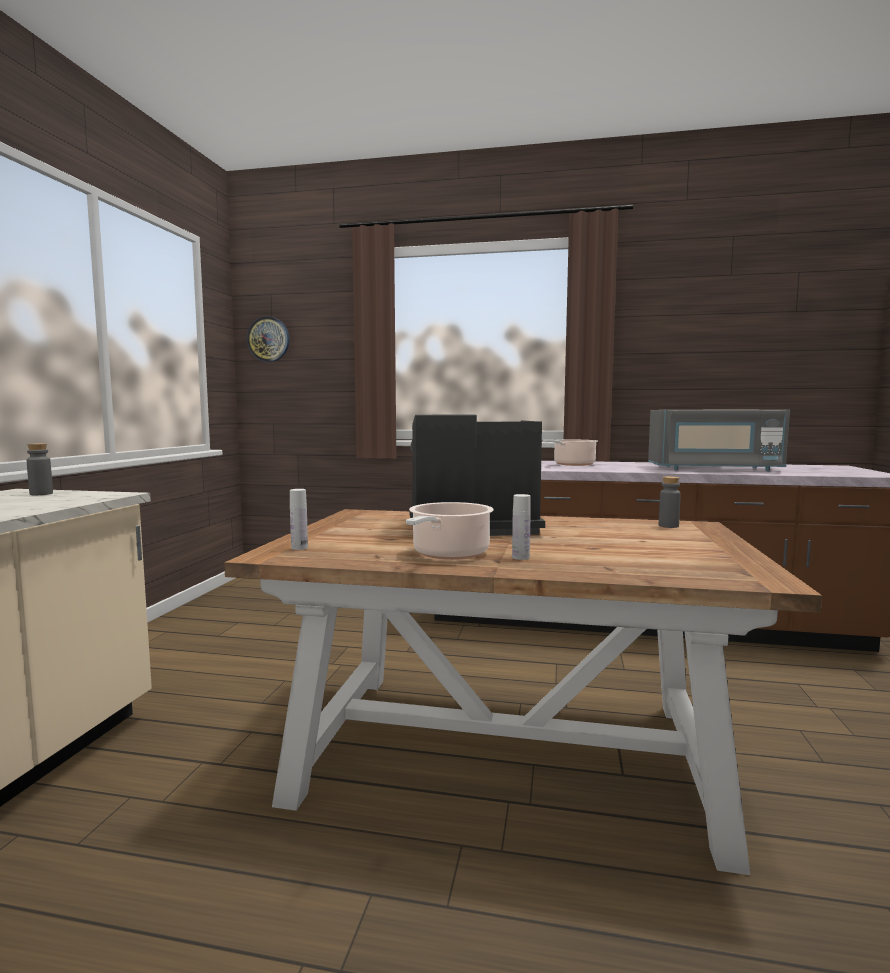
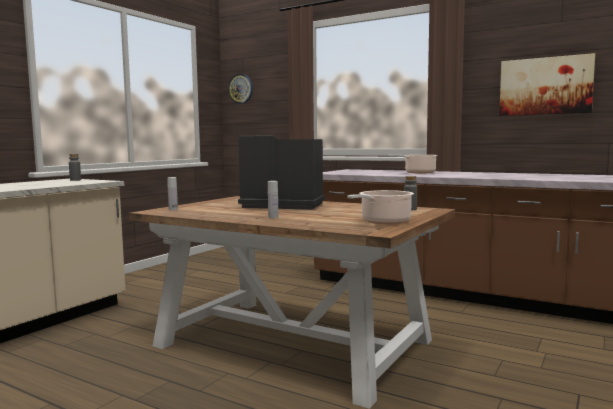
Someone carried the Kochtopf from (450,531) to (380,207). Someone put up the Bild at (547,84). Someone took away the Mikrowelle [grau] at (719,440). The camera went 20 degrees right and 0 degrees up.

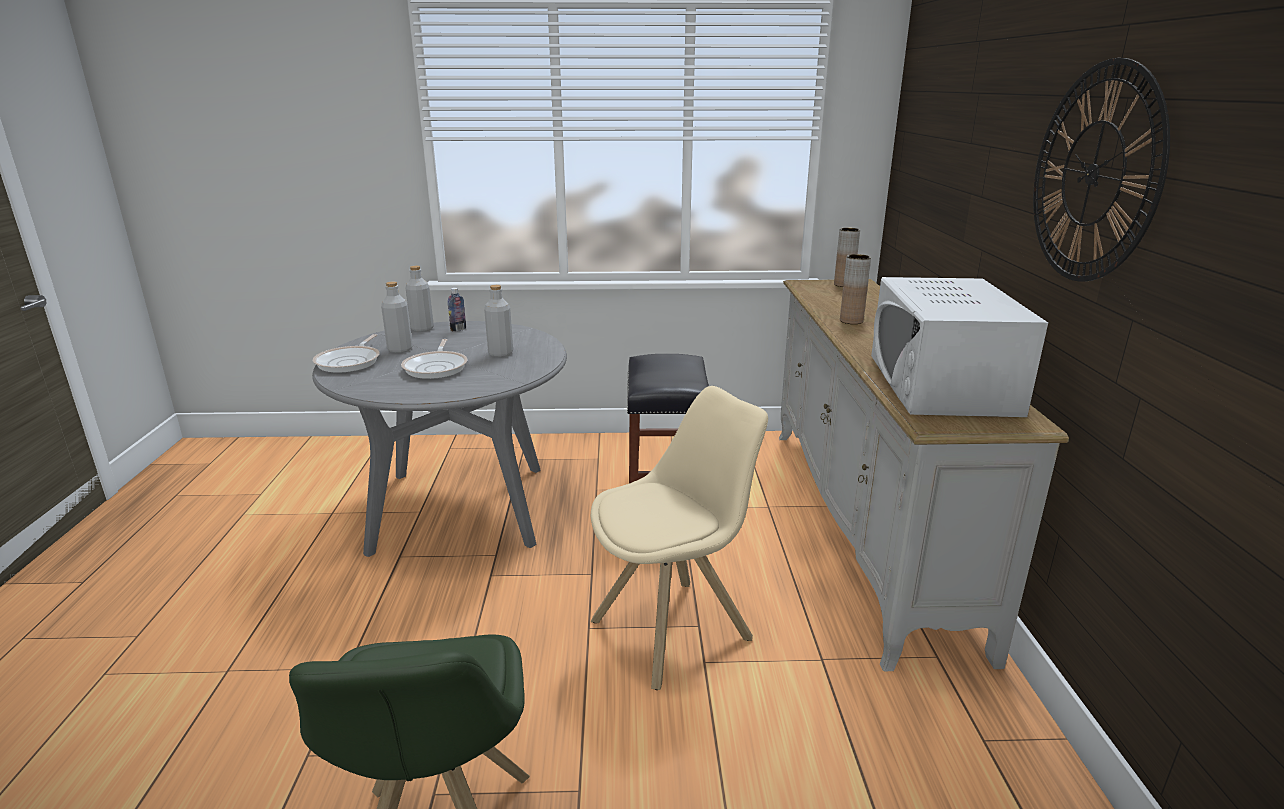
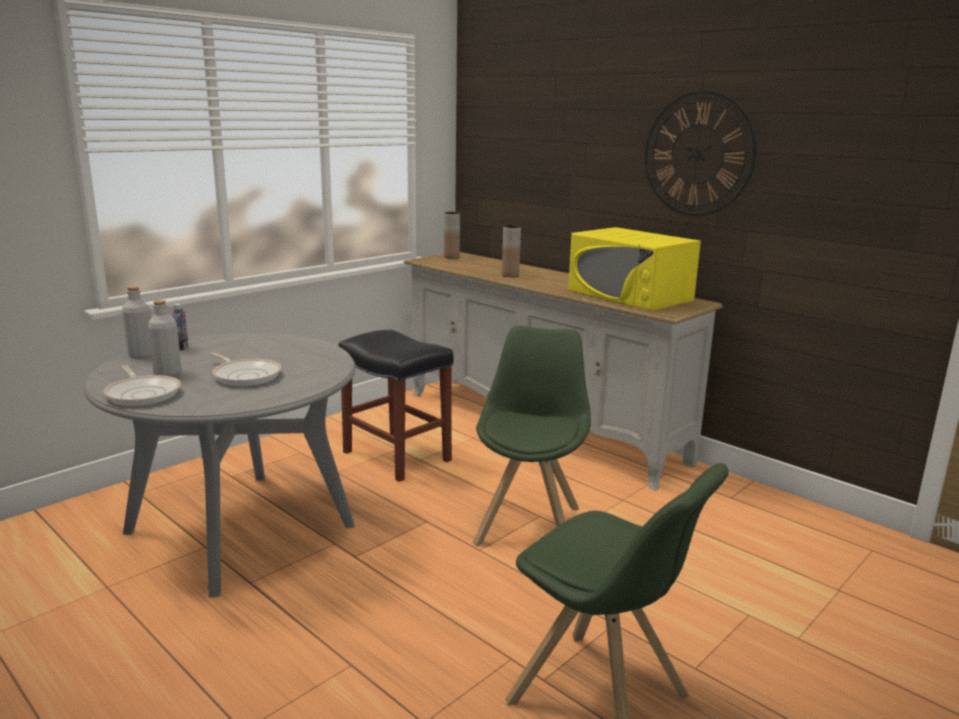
Someone repainted the Stuhl [beige] at (679,538), which became the Stuhl [grün] at (531,436). Someone repainted the Mikrowelle [weiß] at (959,347), which became the Mikrowelle [gelb] at (634,269). Someone took away the Flasche [grau] at (498,321). The camera went 45 degrees left and 5 degrees down.

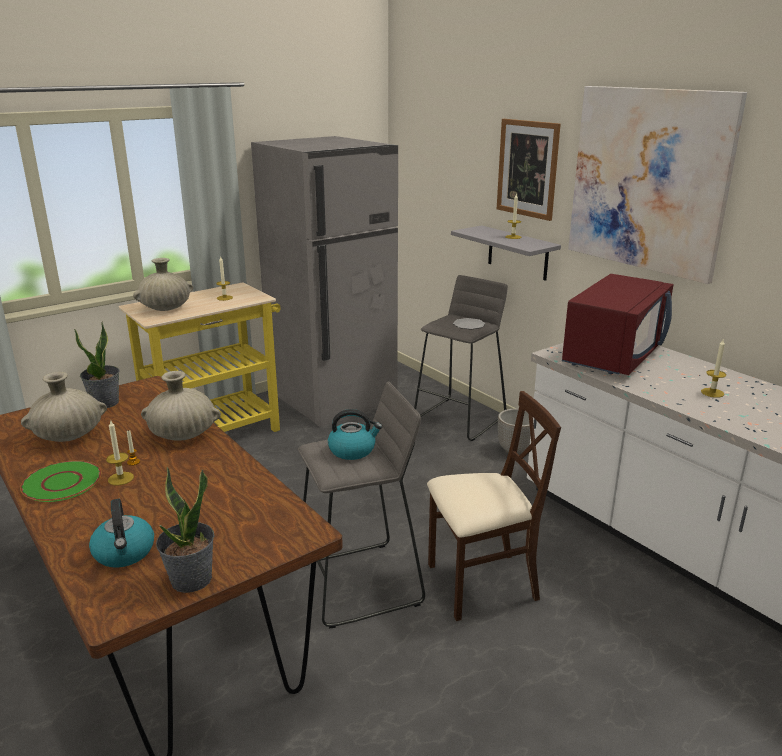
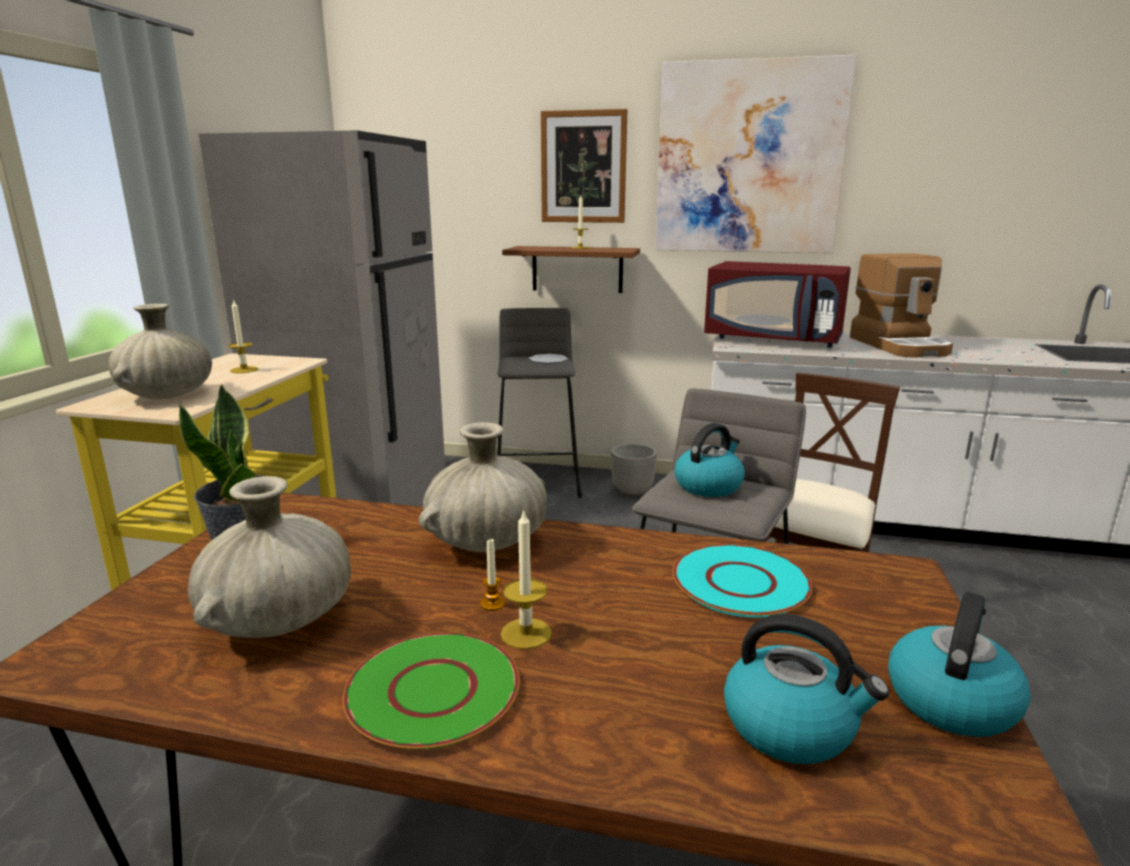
Someone repainted the Wandregal [grau] at (506,253), which became the Wandregal [braun] at (571,269). Someone put down the Teller [türkis] at (743,581). Someone rotated the Mikrowelle [rot] at (618,324) by 120 degrees clockwise. Someone swapped the Kerze at (713,368) for the Kaffeemaschine at (901,305). Someone swapped the Topfpflanze at (185,530) for the Wasserkessel at (959,664). The camera went 40 degrees left and 5 degrees down.

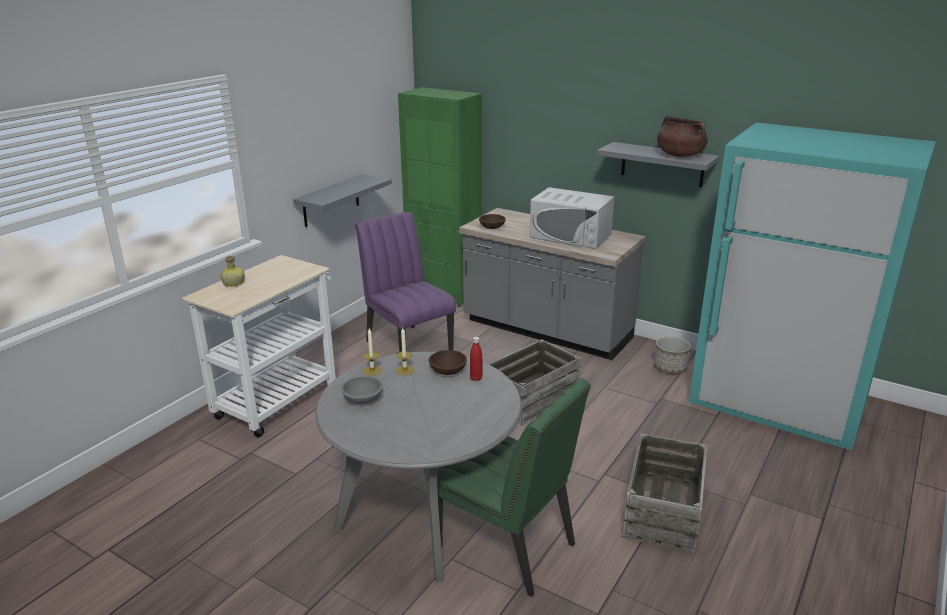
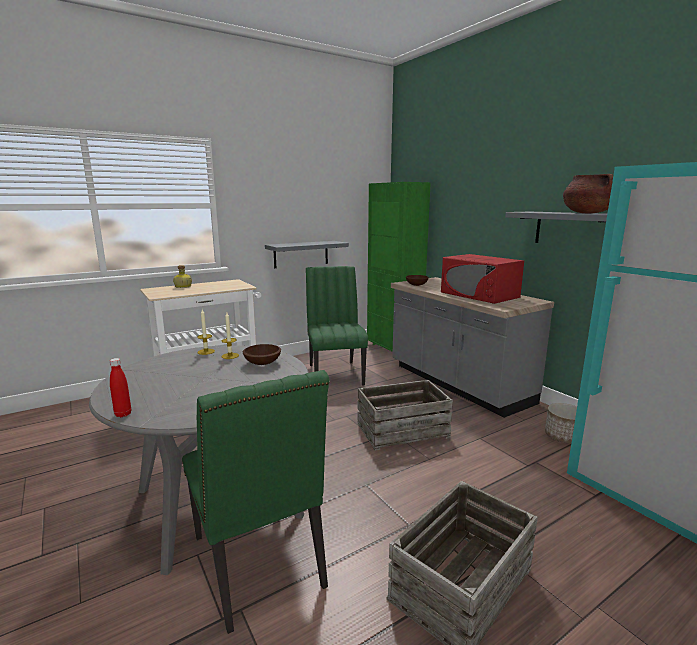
Someone carried the Flasche [rot] from (476,358) to (120,387). Someone repainted the Stuhl [lila] at (405,282), which became the Stuhl [grün] at (337,325). Someone repainted the Mikrowelle [weiß] at (572,218), which became the Mikrowelle [rot] at (482,279). Someone took away the Schüssel [grau] at (362,390). The camera went 25 degrees right and 10 degrees down.

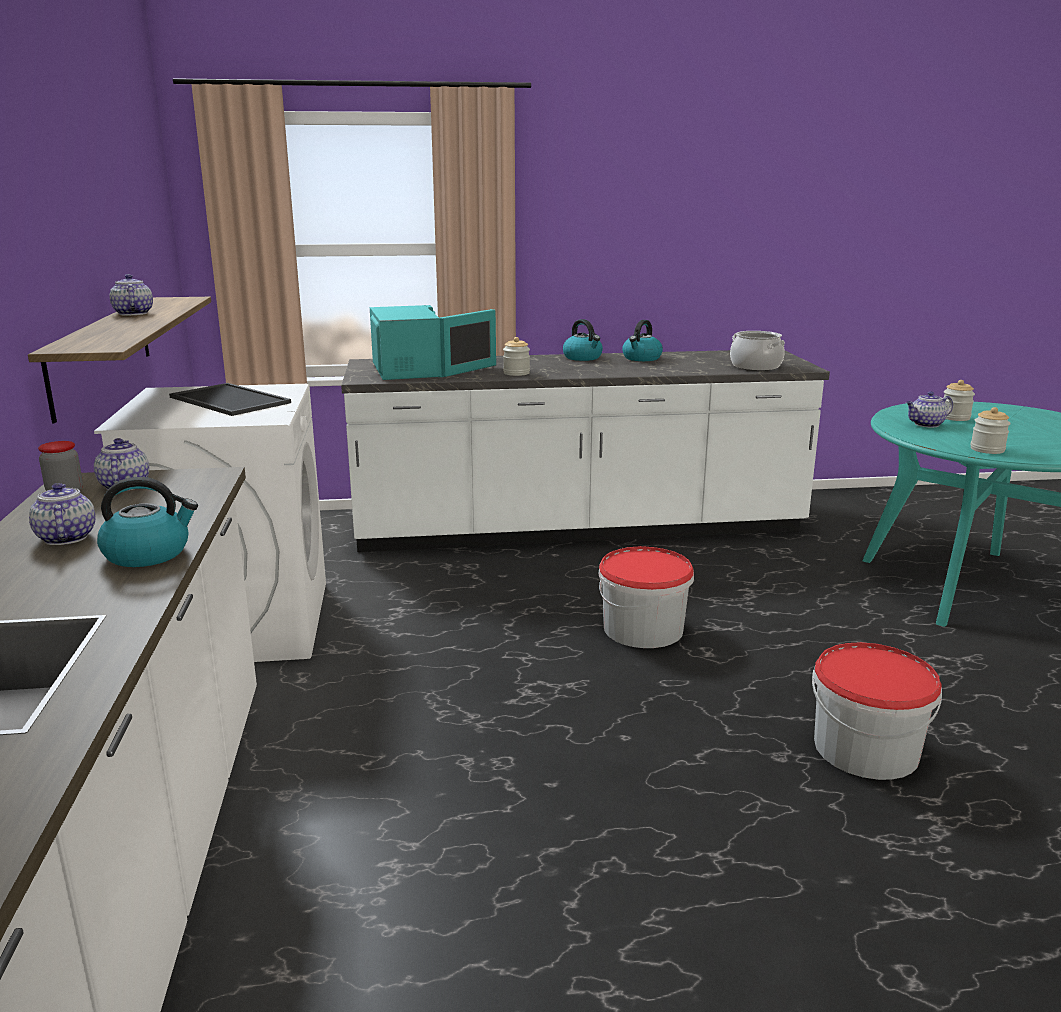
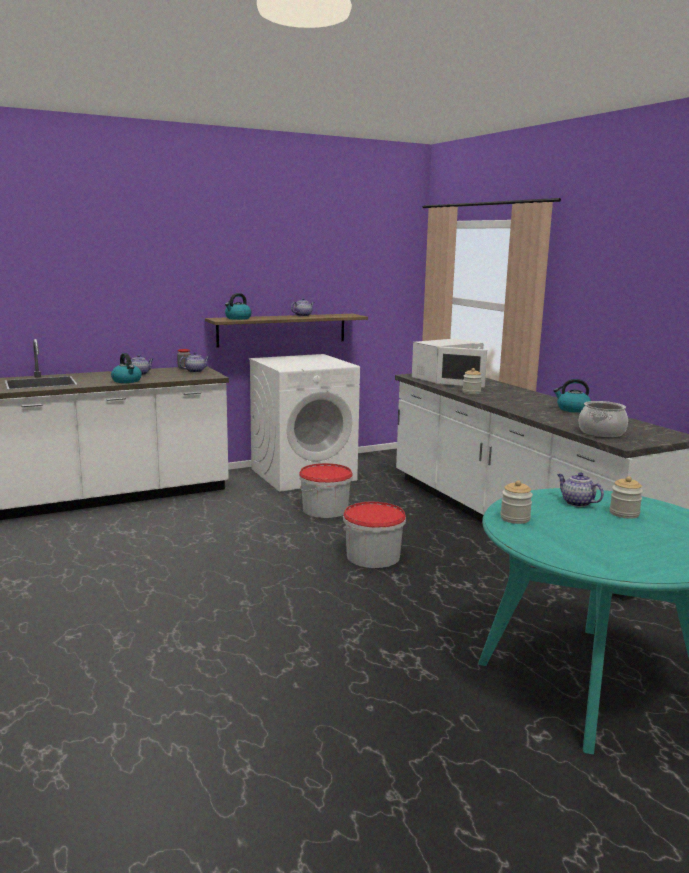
Someone carried the Wasserkessel from (583,340) to (238,306). Someone carried the Eimer from (877,711) to (326,490). Someone repainted the Mikrowelle [türkis] at (433,342), which became the Mikrowelle [weiß] at (449,363). Someone took away the Tablett at (230,399). The camera went 70 degrees right and 5 degrees down.

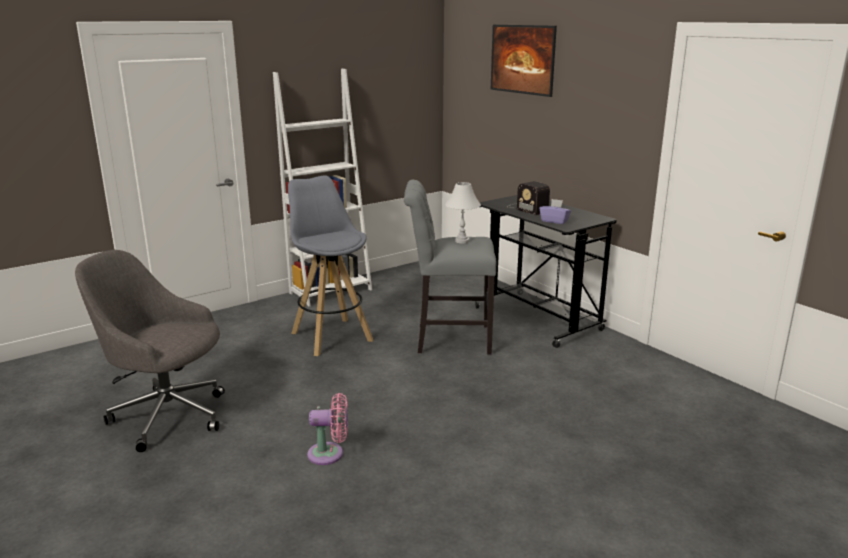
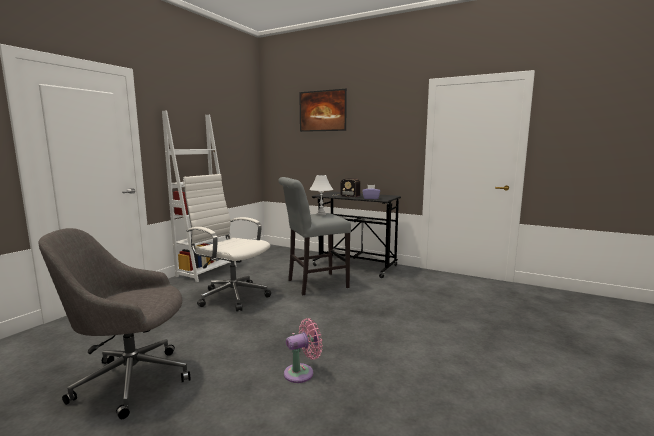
Someone swapped the Hocker [grau] at (330,265) for the Bürostuhl [weiß] at (227,243). The camera went 25 degrees left and 10 degrees down.

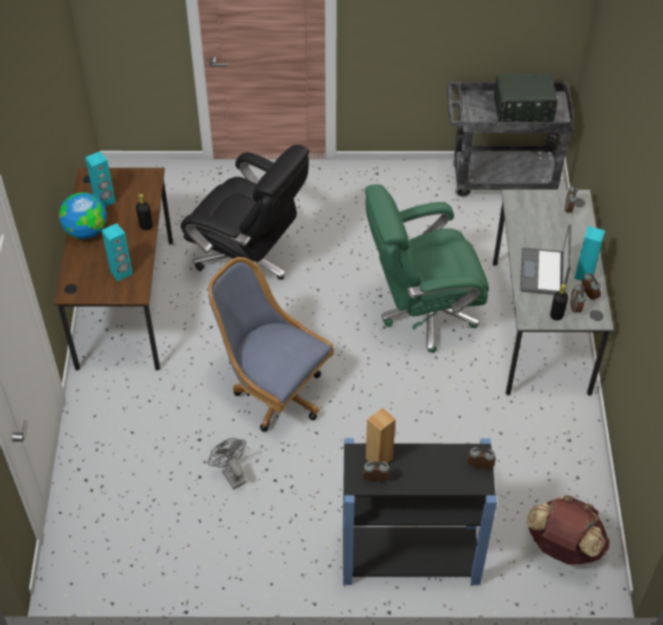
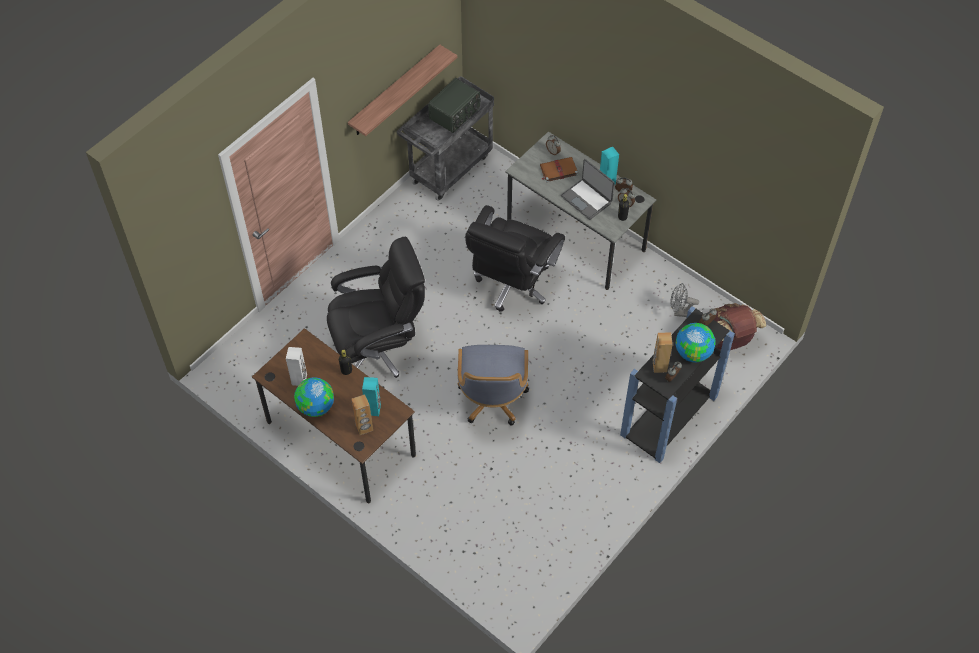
Someone repainted the Lautsprecher [türkis] at (100,179), which became the Lautsprecher [weiß] at (296,366). Someone put up the Wandregal at (402,90). Someone put down the Lautsprecher [braun] at (362,414). Someone rotated the Bürostuhl [blau] at (271,344) by 75 degrees counterclockwise. Someone repainted the Bürostuhl [grün] at (427,268), which became the Bürostuhl [schwarz] at (515,258). Someone put down the Buch [braun] at (559,169). Someone carried the Ventilator [grau] from (227,463) to (684,300). Someone put down the Globus at (696,342). The camera went 50 degrees left and 5 degrees up.

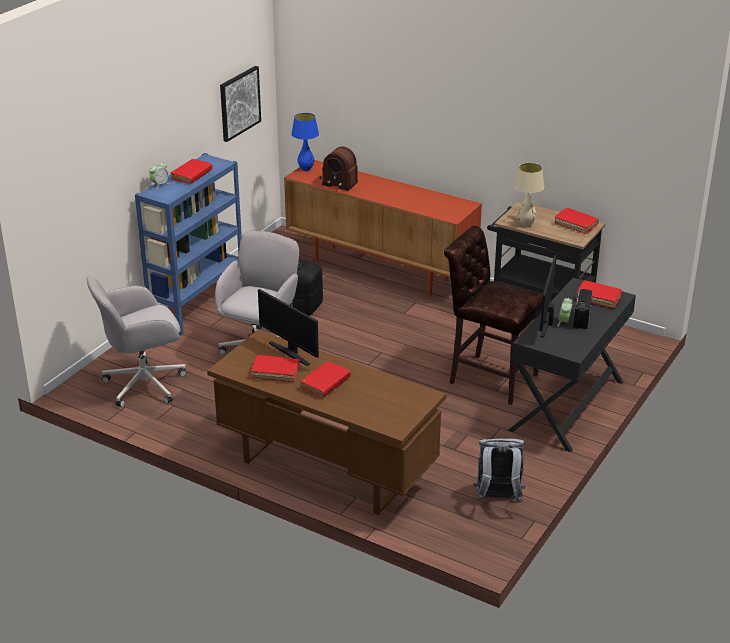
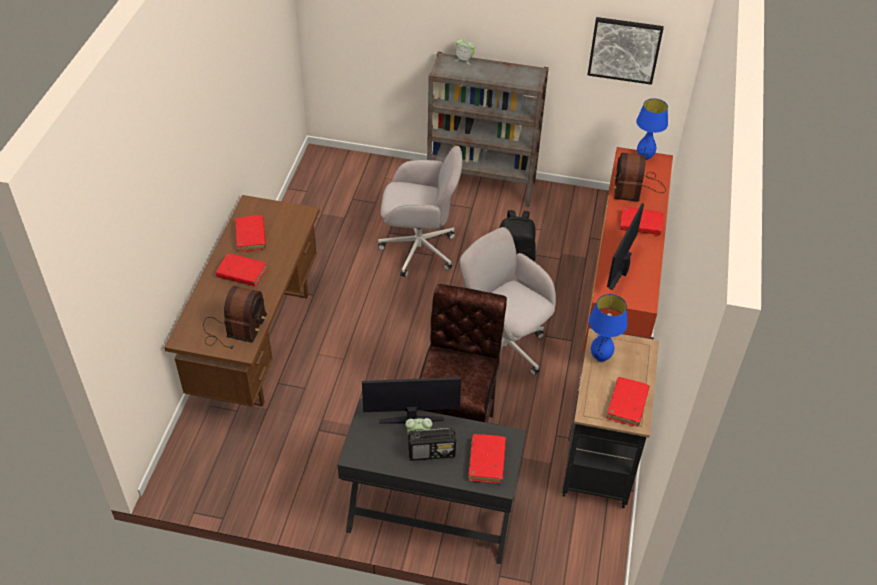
Someone put down the Radio at (235,317). Someone repainted the Bücherregal [blau] at (188,244), which became the Bücherregal [grau] at (488,129). Someone carried the Bürostuhl [grau] from (136,341) to (508,301). Someone repainted the Tischlampe [beige] at (529,195), which became the Tischlampe [blau] at (608,328). Someone carried the Monitor from (288,327) to (625,246). Someone carried the Buch [rot] from (192,171) to (641,221). Someone took away the Rucksack [grau] at (499,470). The camera went 70 degrees right and 15 degrees up.

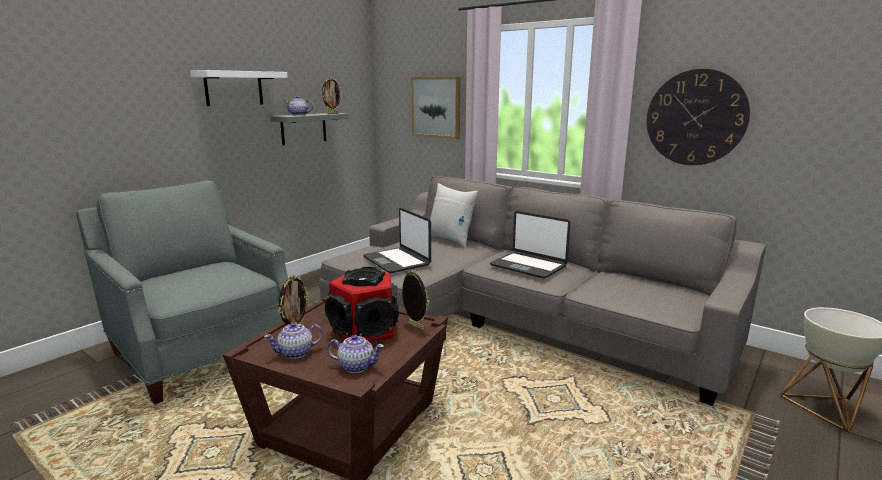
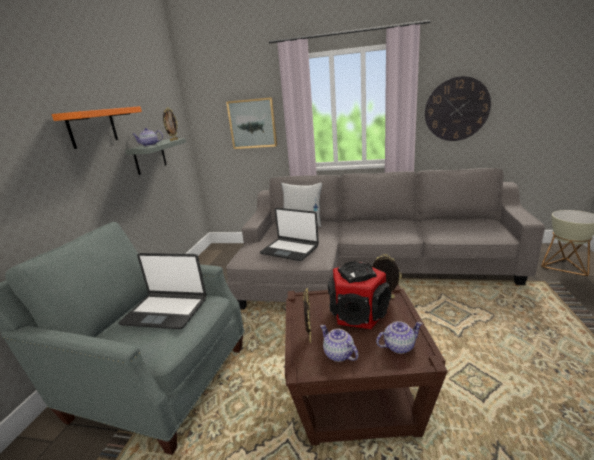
Someone repainted the Wandregal [weiß] at (239,88), which became the Wandregal [orange] at (97,127). Someone carried the Laptop from (530,245) to (162,291). Someone rotated the Teekanne at (293,340) by 105 degrees clockwise. The camera went 25 degrees left and 5 degrees up.

